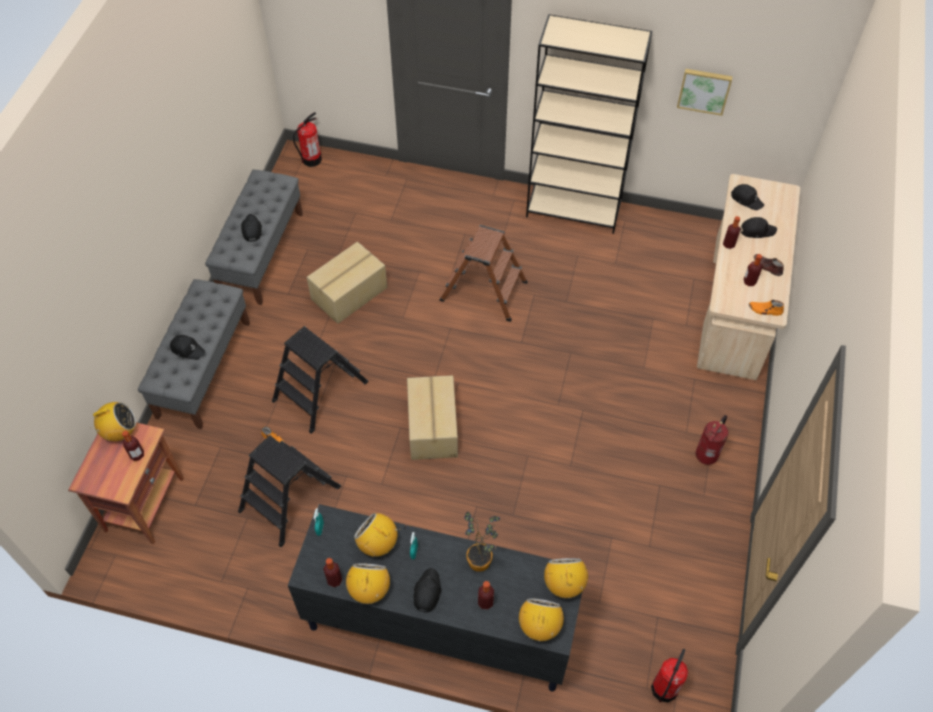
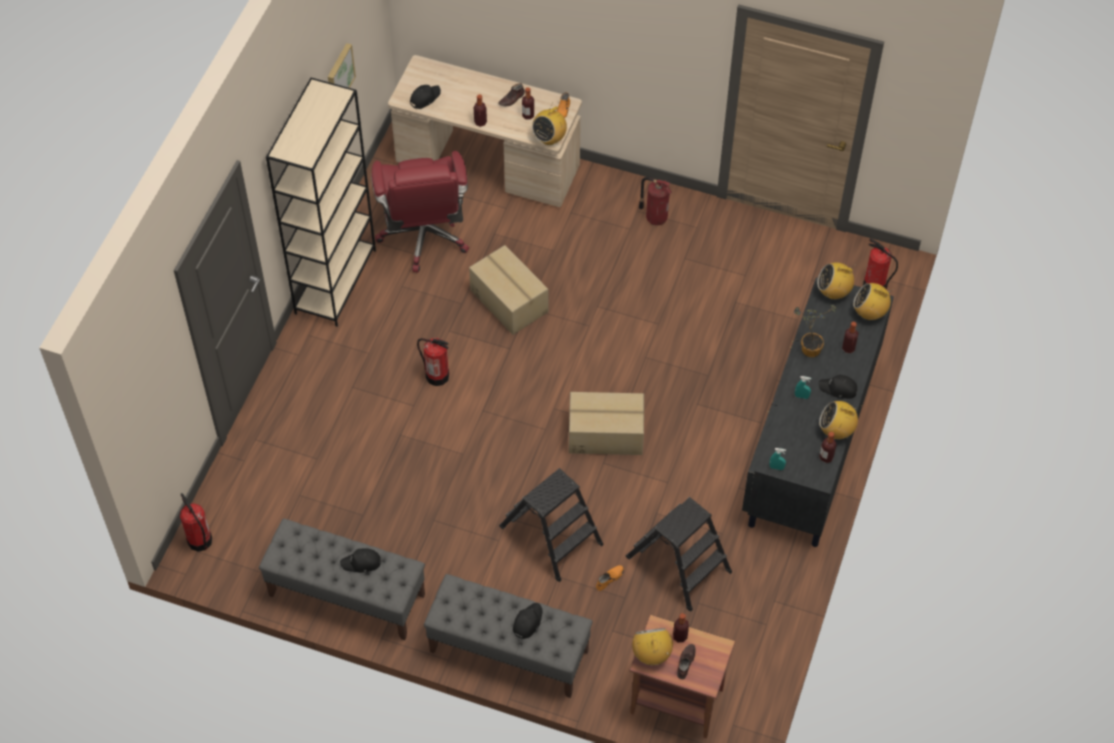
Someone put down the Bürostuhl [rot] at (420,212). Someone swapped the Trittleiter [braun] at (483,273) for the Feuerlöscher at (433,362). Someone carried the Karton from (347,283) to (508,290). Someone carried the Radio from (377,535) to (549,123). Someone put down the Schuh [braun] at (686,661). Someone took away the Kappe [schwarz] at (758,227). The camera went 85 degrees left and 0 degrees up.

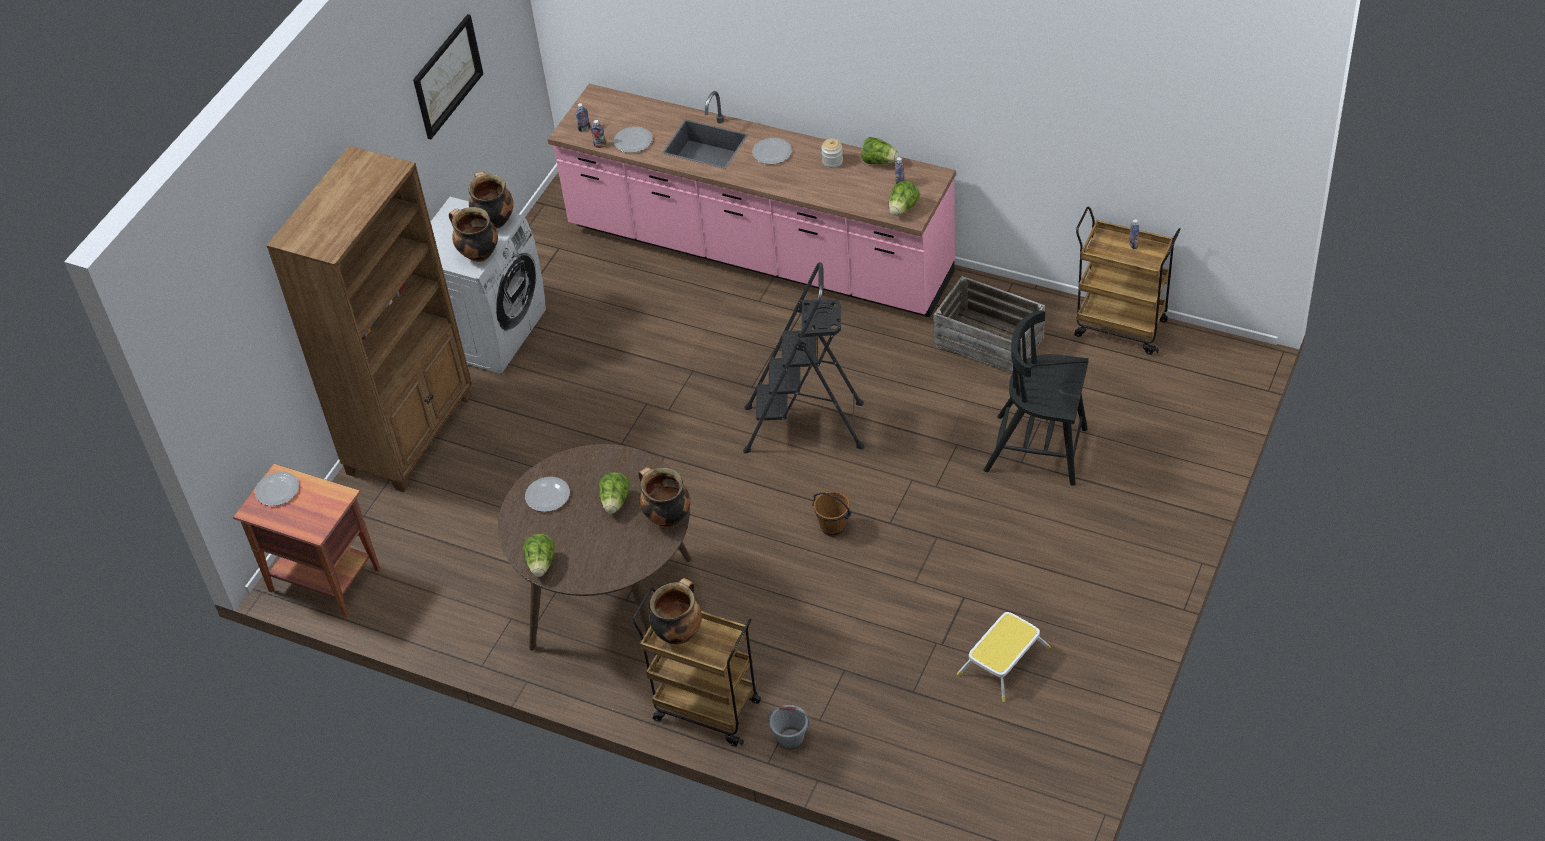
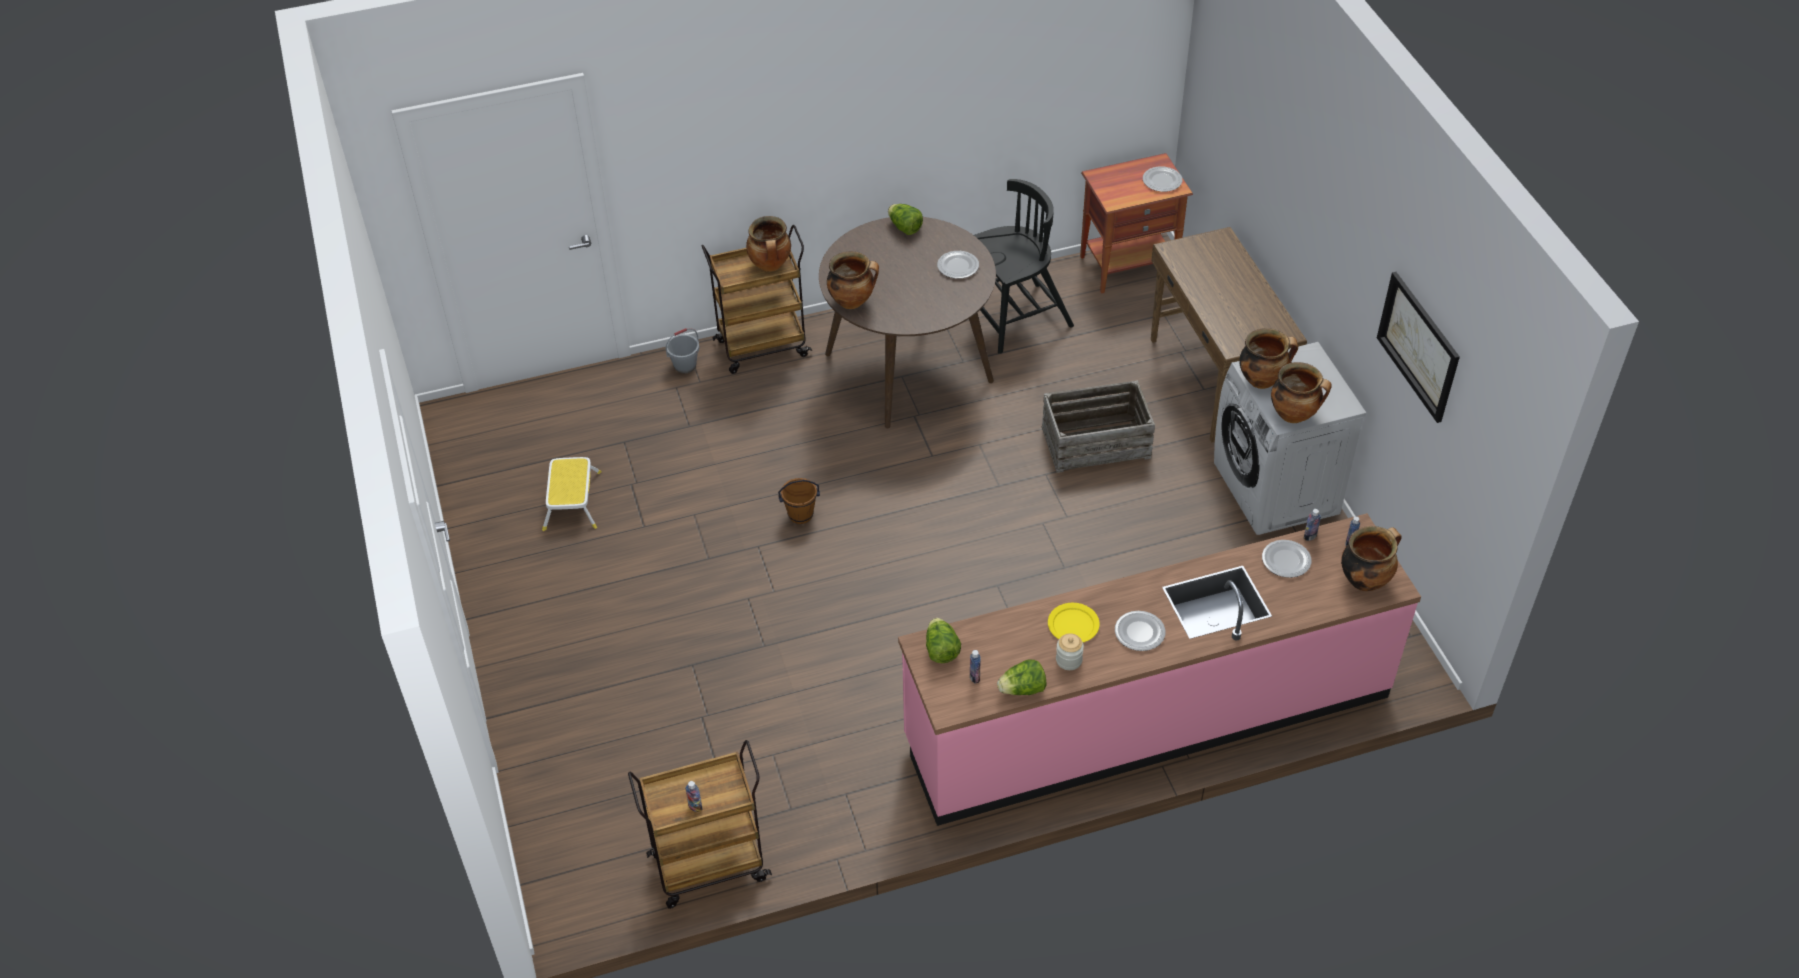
Someone carried the Stuhl [schwarz] from (1036,398) to (1024,266). Someone carried the Kiste from (989,325) to (1098,426). Someone put down the Teller [gelb] at (1074,622). Someone swapped the Bücherregal [braun] at (369,319) for the Konsolentisch [braun] at (1229,334). Someone put down the Kochtopf at (1371,558). Someone took away the Salatkopf at (614,493). Someone took away the Trittleiter at (803,357). The camera went 135 degrees right and 0 degrees up.

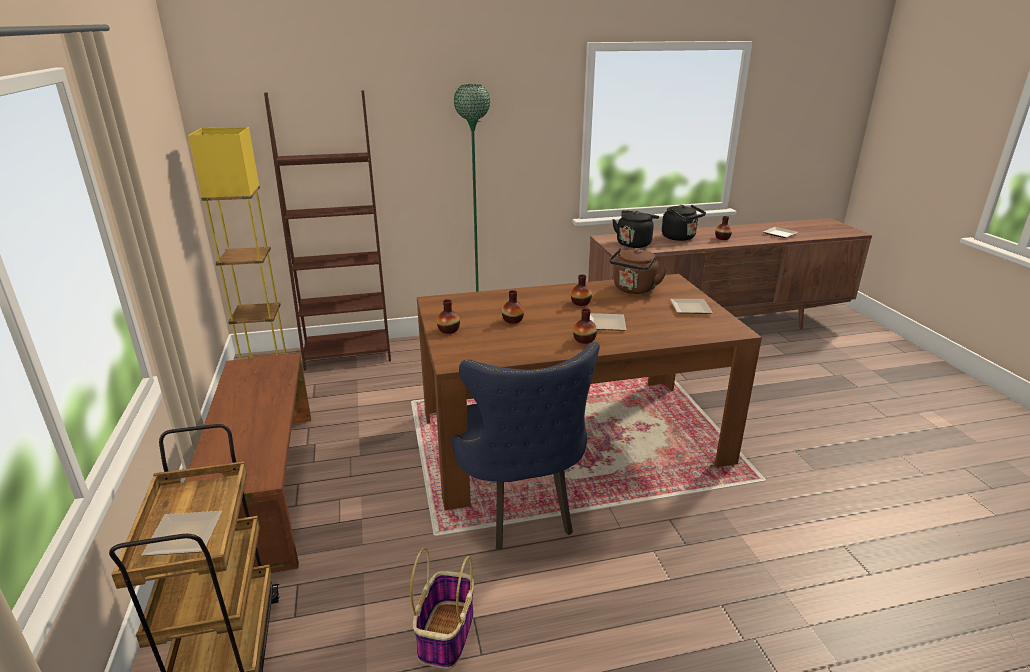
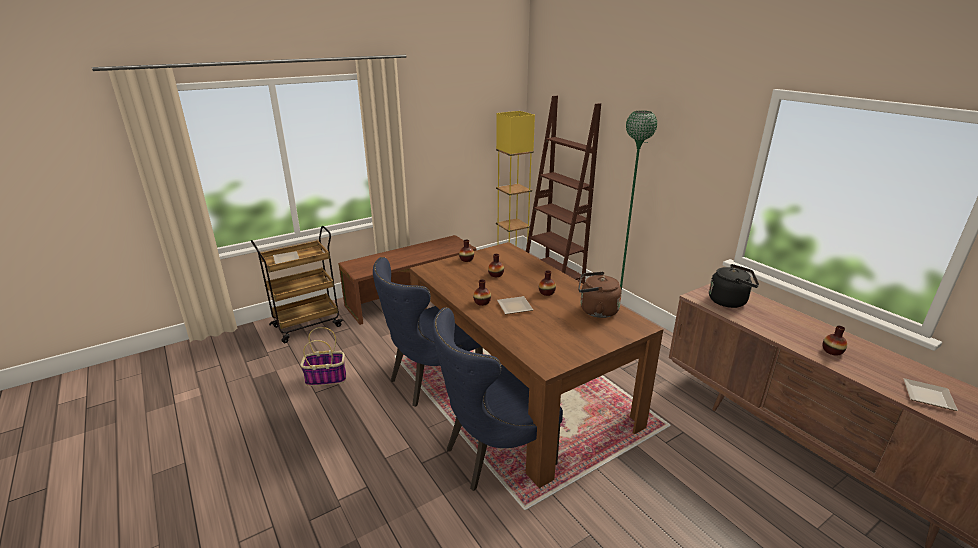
Someone put down the Stuhl [blau] at (498,399). Someone took away the Wasserkessel [schwarz] at (684,223). Someone took away the Teller at (691,306). The camera went 70 degrees right and 0 degrees up.

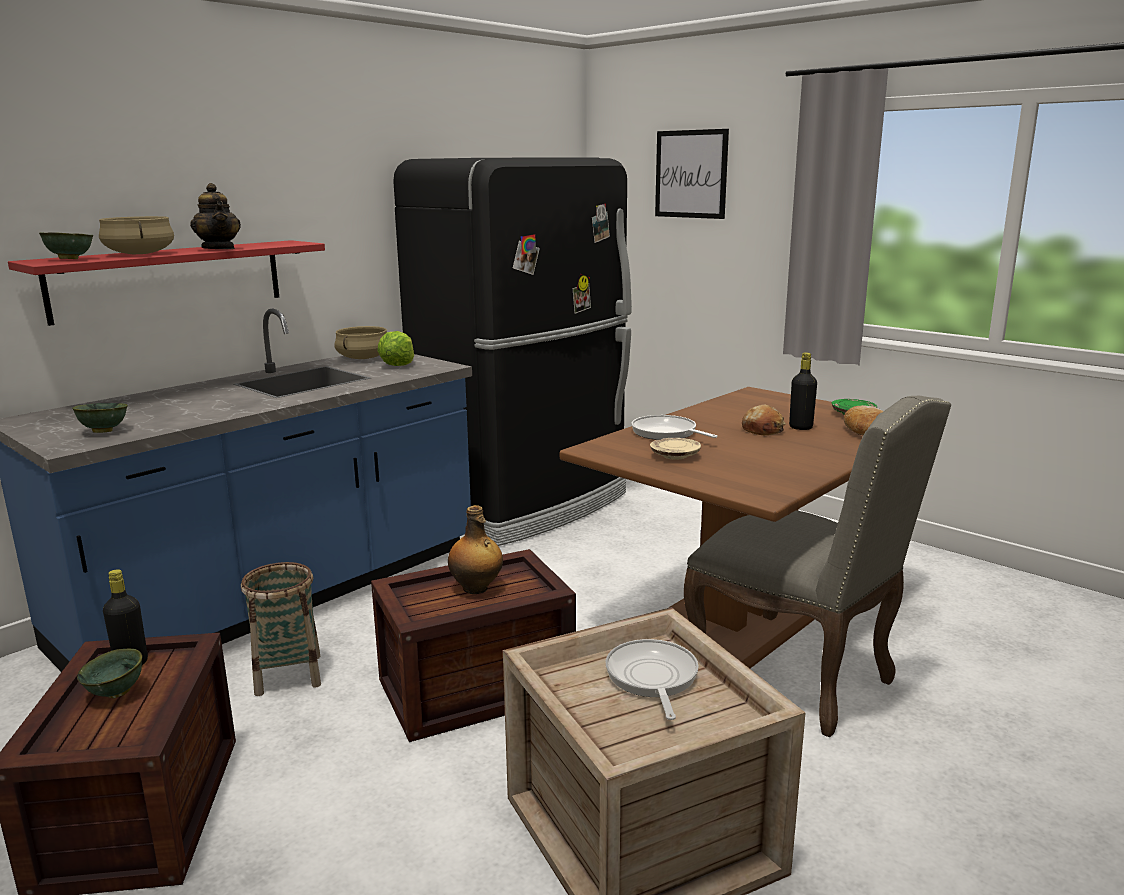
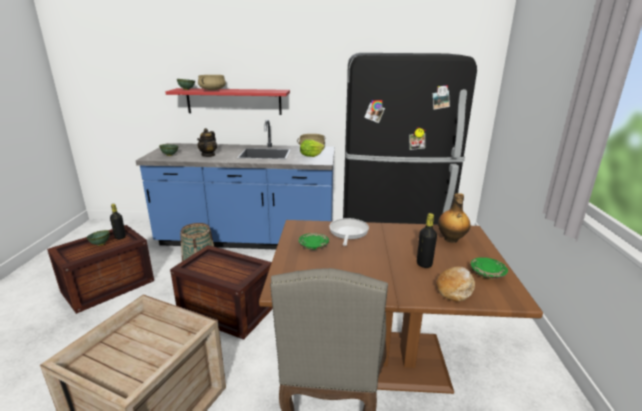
Someone carried the Teekanne from (215,216) to (207,142). Someone repainted the Teller [beige] at (675,449), which became the Teller [grün] at (314,241). Someone carried the Flasche from (475,549) to (454,218). Someone took away the Pfanne at (652,679). Someone took away the Bild at (692,174). Someone took away the Brot at (764,420). The camera went 50 degrees right and 5 degrees up.

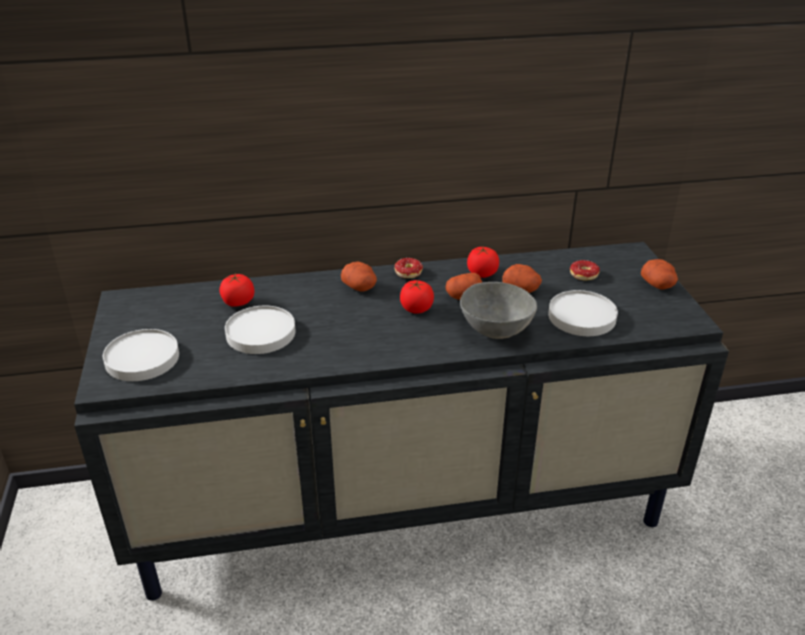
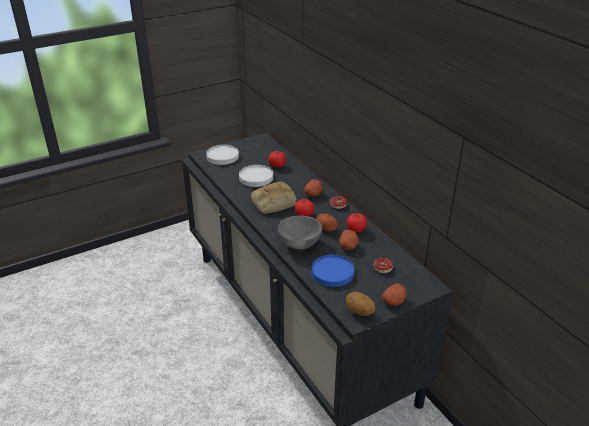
Someone put down the Brot at (274,198). Someone repainted the Teller [weiß] at (583,313), which became the Teller [blau] at (333,271). Someone put down the Kartoffel at (360,304). The camera went 70 degrees right and 0 degrees up.

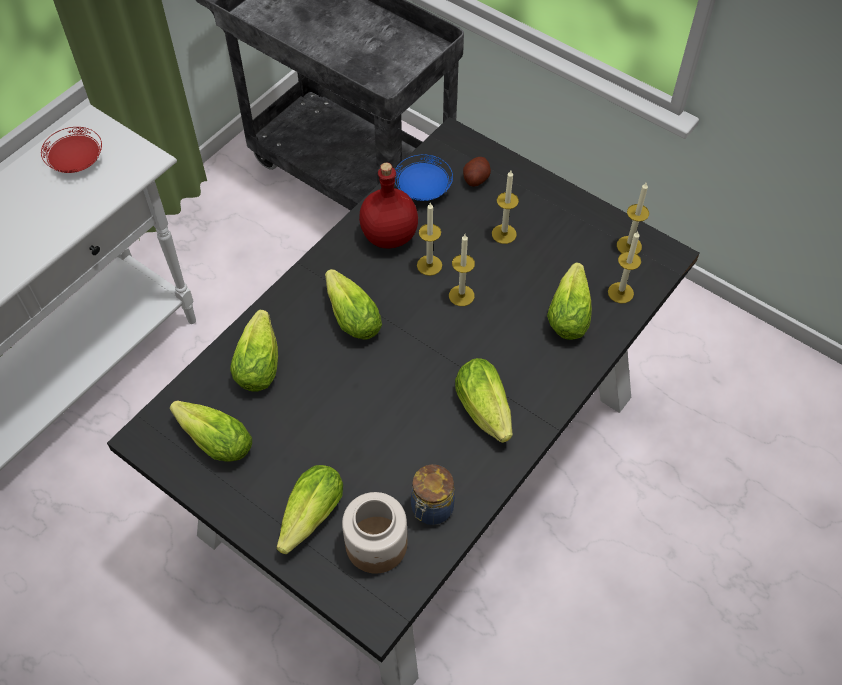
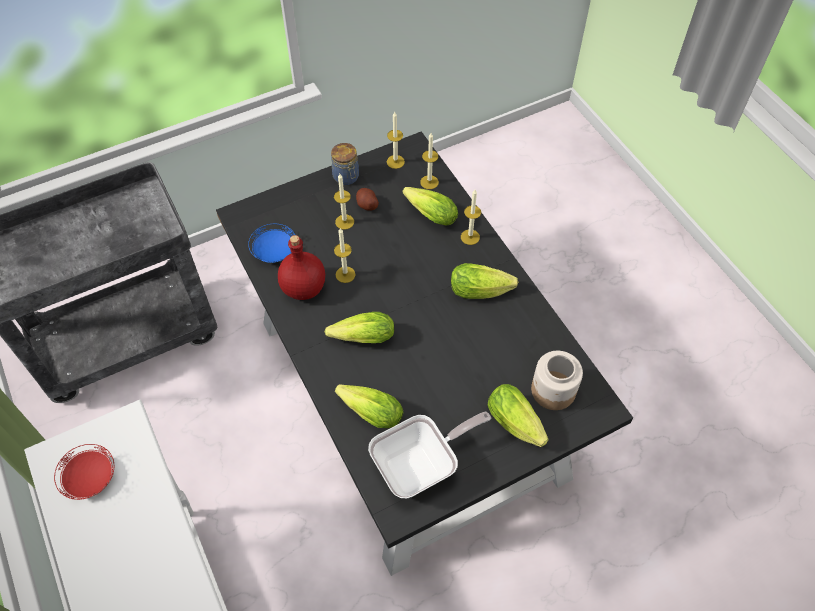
Someone carried the Vorratsglas from (433,494) to (345,164). Someone carried the Kartoffel from (477,172) to (367,199). Someone swapped the Salatkopf at (211,431) for the Pfanne at (429,455). Someone carried the Kerze from (462,270) to (471,217). The camera went 65 degrees left and 0 degrees up.

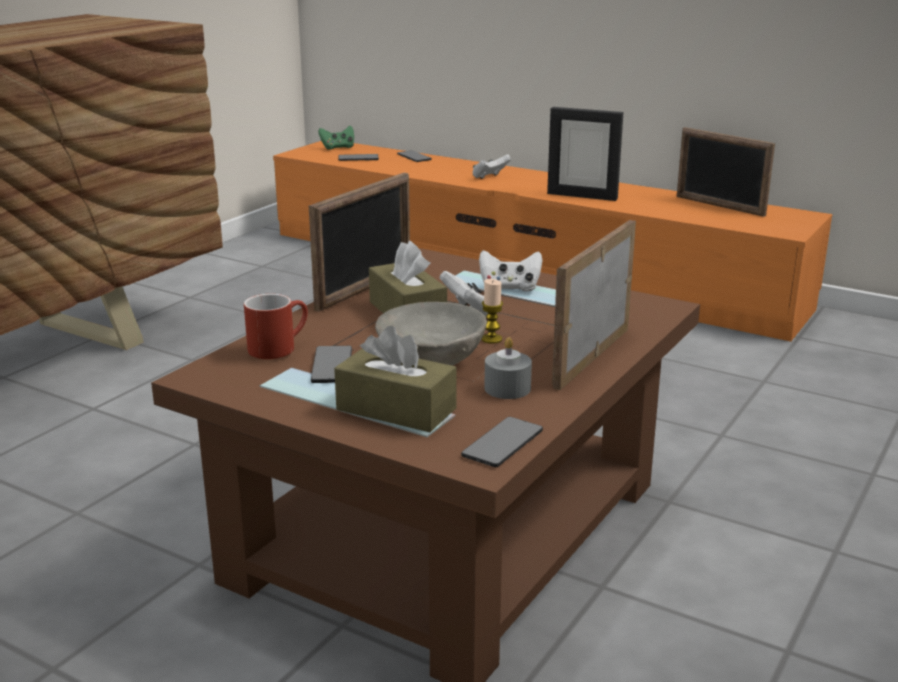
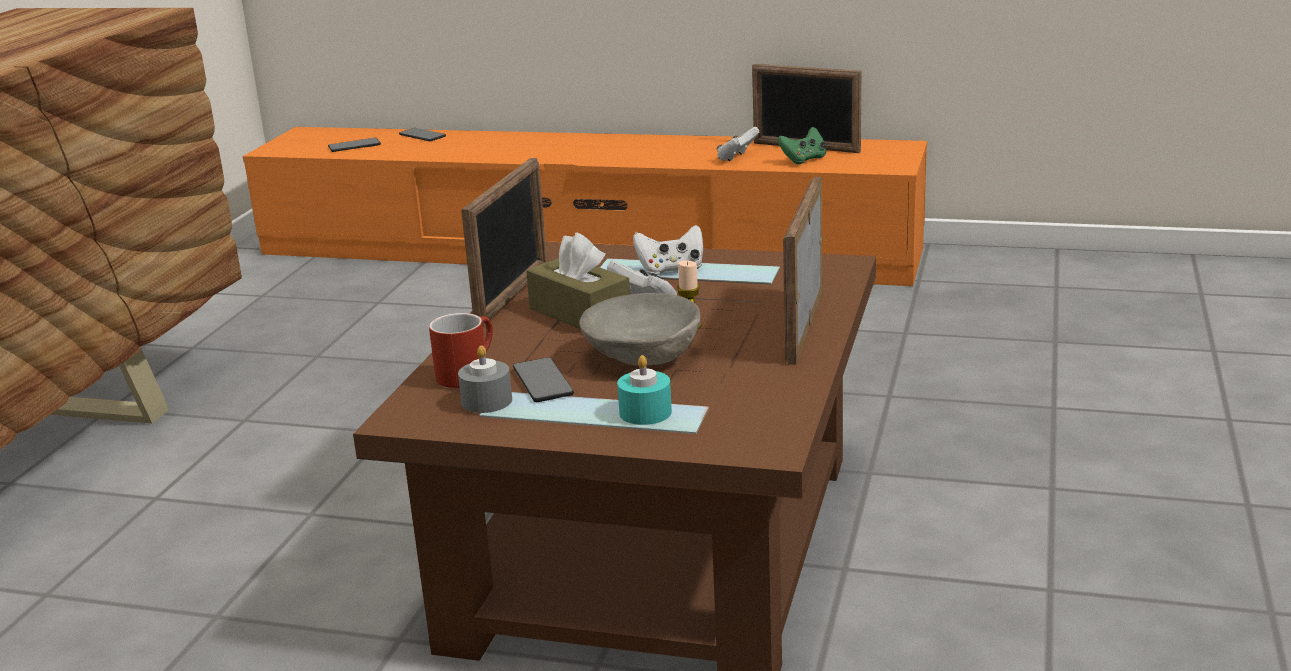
Someone carried the Kerze [grau] from (508,368) to (485,379). Someone swapped the Taschentuchbox [braun] at (395,379) for the Kerze [türkis] at (644,390). Someone carried the Gamepad [weiß] from (492,166) to (738,144). Someone carried the Gamepad [grün] from (336,138) to (801,145). Someone took away the Handy at (502,442). Someone took away the Bilderrahmen at (585,154). The camera went 15 degrees left and 0 degrees up.

